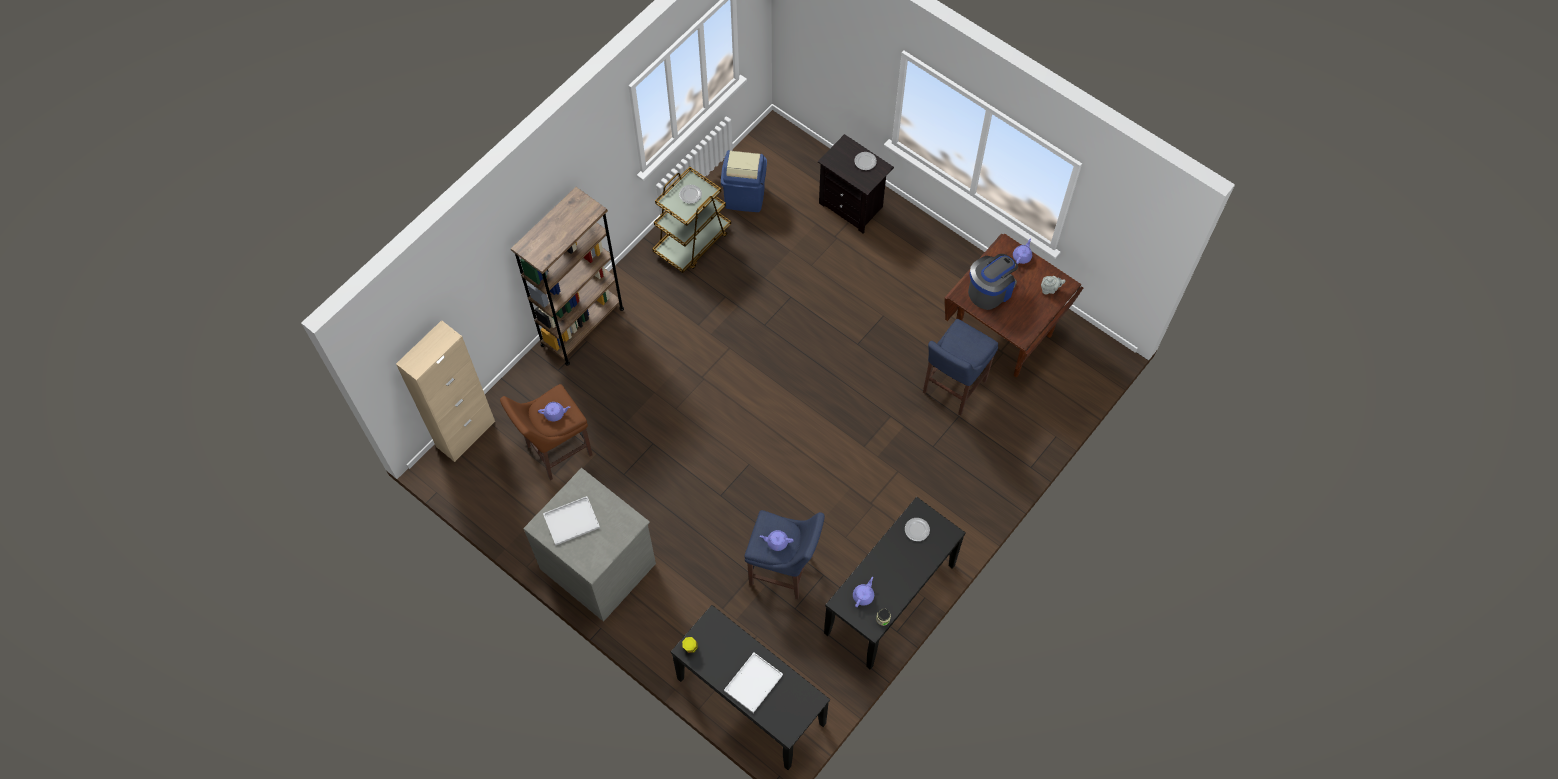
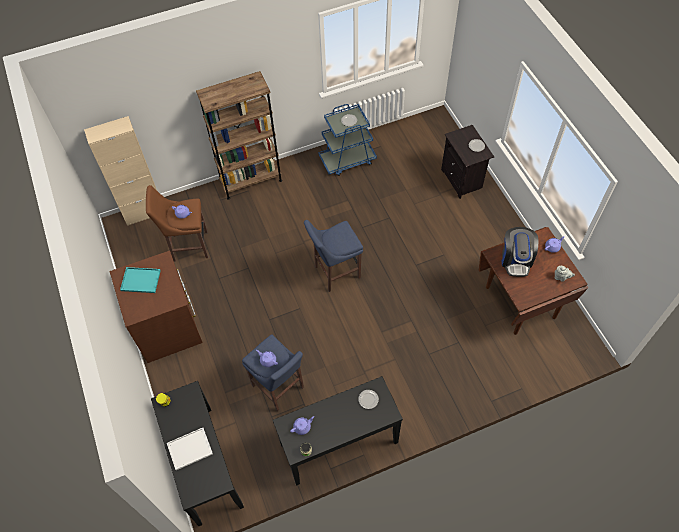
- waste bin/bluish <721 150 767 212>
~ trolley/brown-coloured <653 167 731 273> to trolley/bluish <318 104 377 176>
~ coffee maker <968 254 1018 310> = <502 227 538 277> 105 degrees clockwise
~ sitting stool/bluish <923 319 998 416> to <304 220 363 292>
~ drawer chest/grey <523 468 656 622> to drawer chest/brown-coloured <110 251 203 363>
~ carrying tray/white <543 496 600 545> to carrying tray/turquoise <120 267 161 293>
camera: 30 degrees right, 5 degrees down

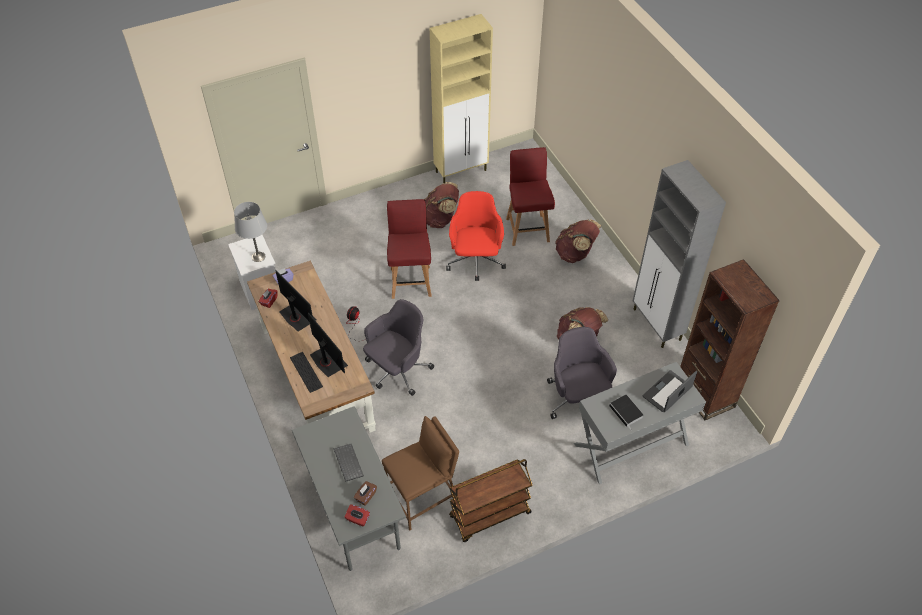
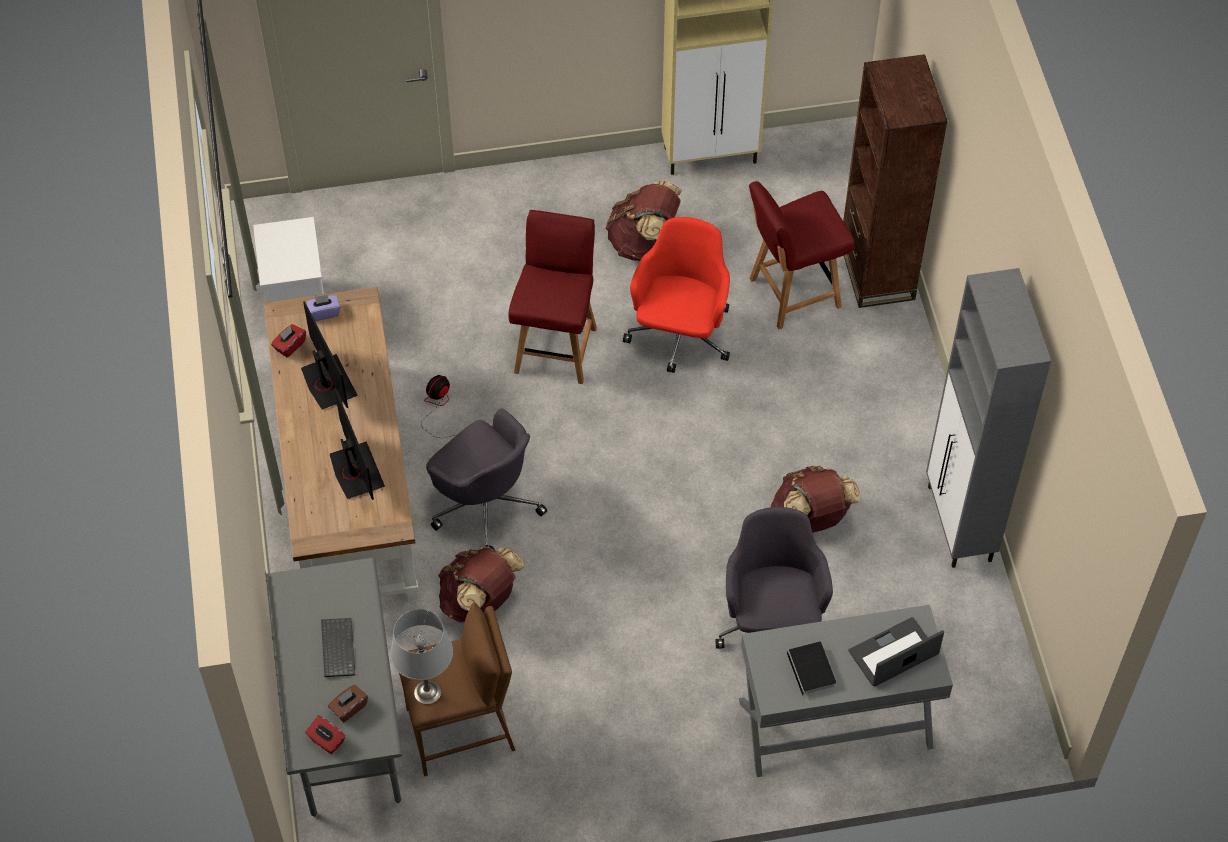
~ chair/red <506 147 555 246> = <749 181 855 329> 120 degrees counterclockwise
~ lamp for a table/grey <234 202 267 262> to <390 609 453 705>
~ rucksack/brown-coloured <555 219 601 263> to <438 547 525 622>
~ bookcase/brown-coloured <680 259 780 420> to <843 54 948 308>
~ computer chair/grey <363 299 434 396> = <426 408 547 551> 75 degrees clockwise
- keyboard <290 352 323 393>
- trolley/brown-coloured <449 459 532 542>
camera: 15 degrees right, 5 degrees up

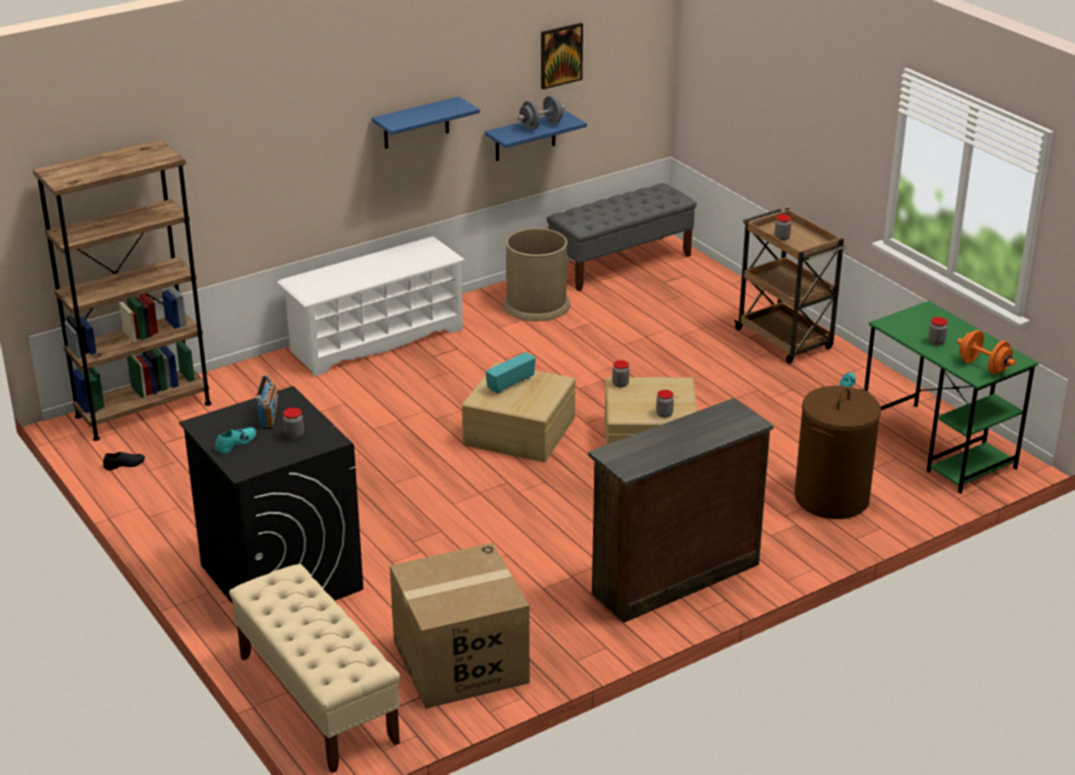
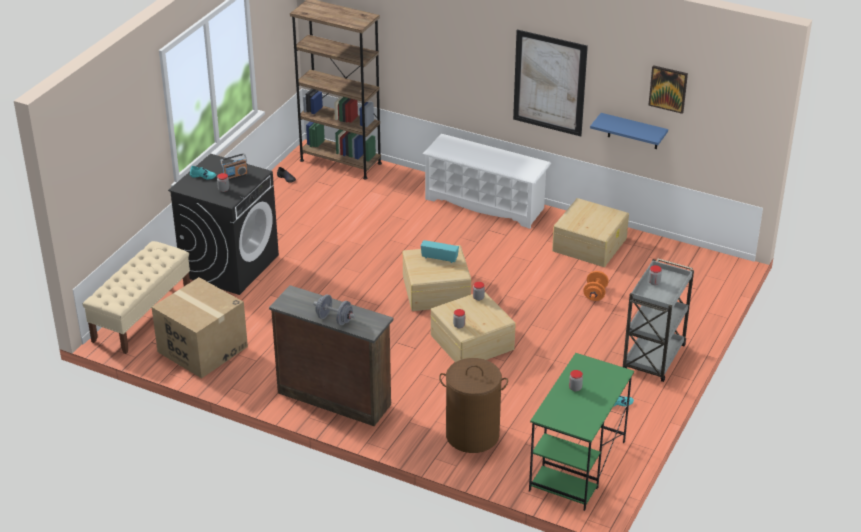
~ dumbbell/grey <517 95 565 130> to <313 295 355 325>
~ wall shelf/bluish <371 96 480 149> to picture <513 30 588 136>
- bench/grey <547 183 697 291>
~ trolley/brown-coloured <734 208 846 363> to trolley/grey <623 258 694 382>
~ waste bin/brown-coloured <503 228 571 321> to storage bin/beige-coloured <552 198 629 267>
~ dumbbell/orange <957 330 1016 374> to <583 271 609 301>
camera: 60 degrees right, 5 degrees up

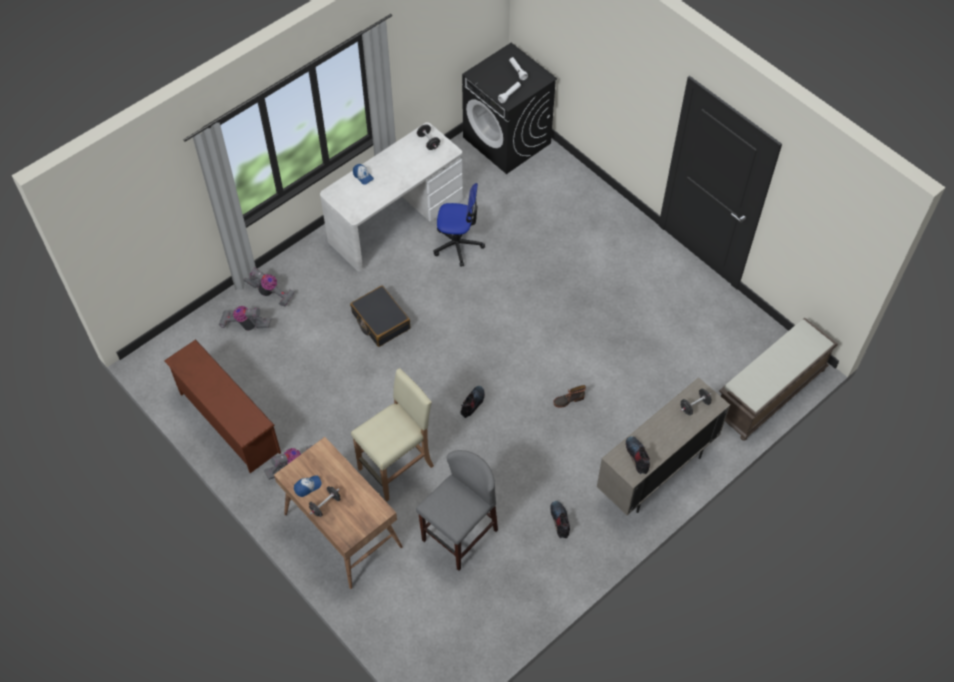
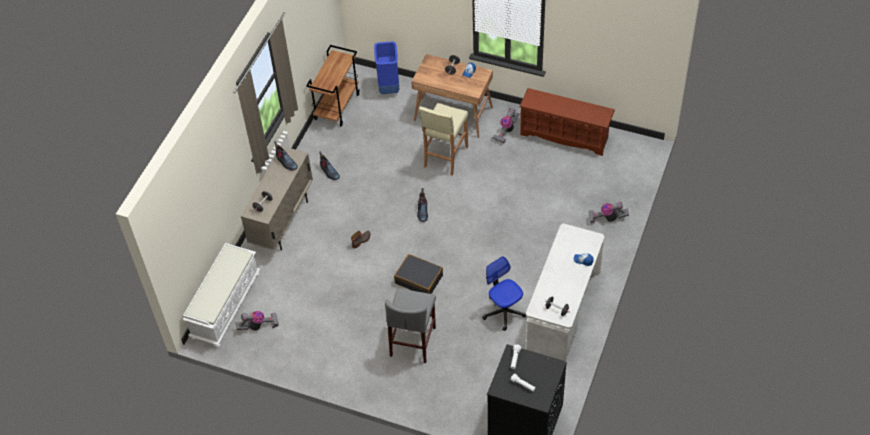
~ computer chair <434 183 485 267> = <482 256 526 331> 75 degrees clockwise
~ suitcase/blackish <350 286 410 347> to <394 254 443 294>
~ hoover <219 306 271 331> to <236 311 279 331>
~ bench/brown-coloured <719 318 838 440> to bench/white <182 243 260 347>
~ sitting stool/grey <416 450 498 571> to <385 288 436 363>
+ waste bin/bluish <374 41 399 94>
+ trolley/brown-coloured <306 45 360 127>
camera: 155 degrees right, 5 degrees down

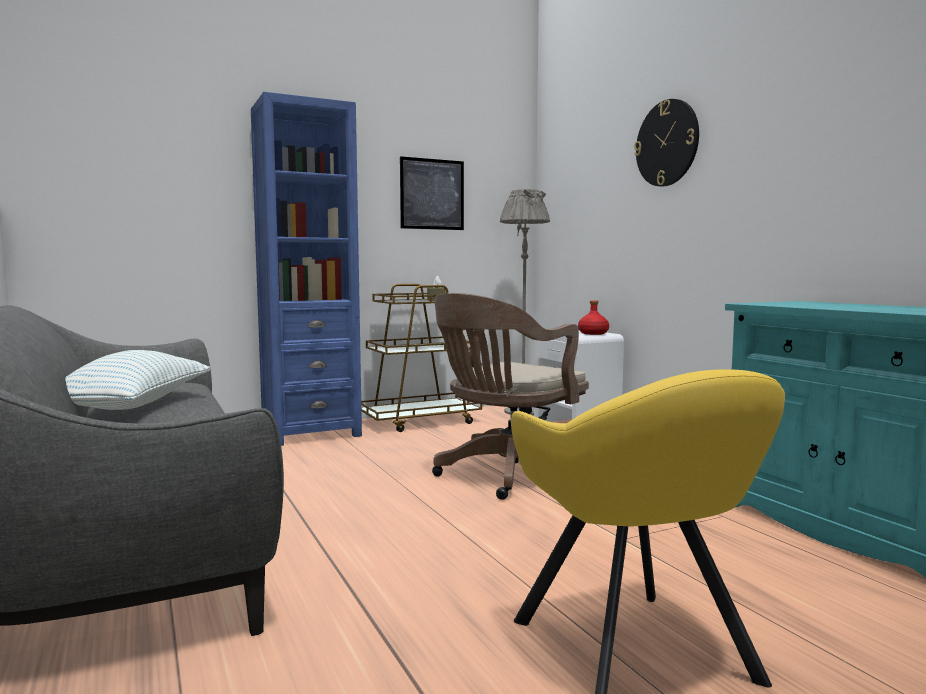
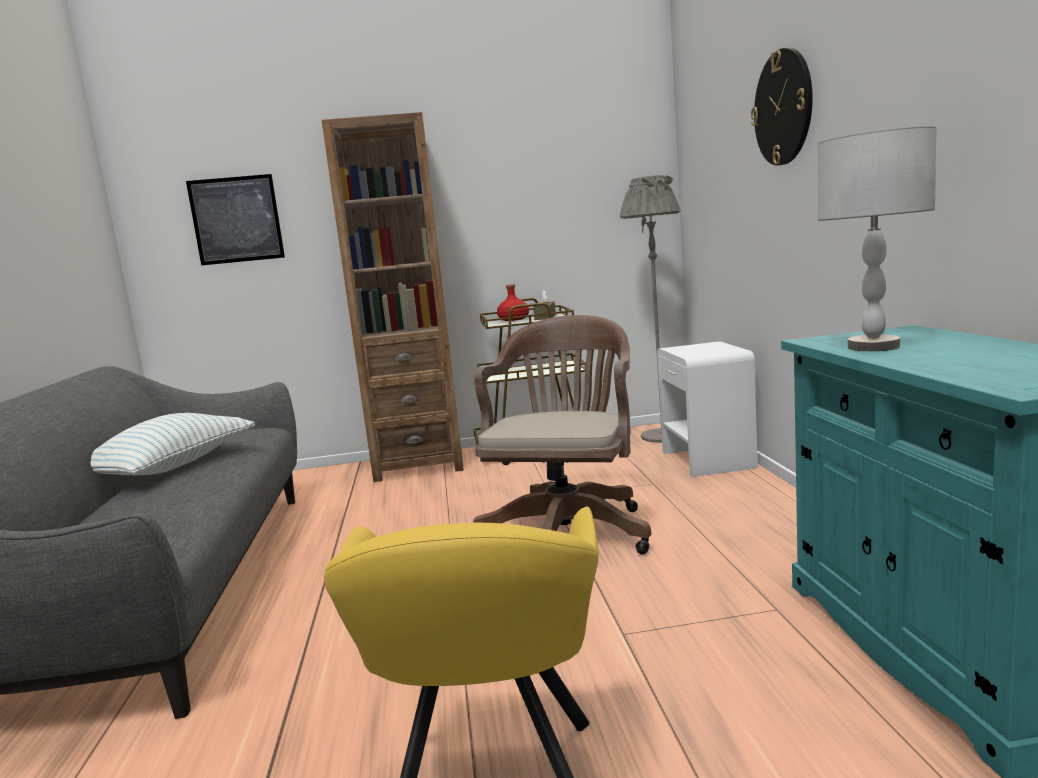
~ bookcase/bluish <251 92 362 446> to bookcase/brown-coloured <321 112 464 482>
~ picture <400 156 464 230> to <186 174 285 265>
~ computer chair/brown-coloured <432 293 589 500> = <473 315 651 554> 135 degrees clockwise
~ beverage bottle/red <578 300 609 335> to <497 284 529 321>
+ lamp for a table/grey <817 126 937 351>
camera: 20 degrees right, 5 degrees up

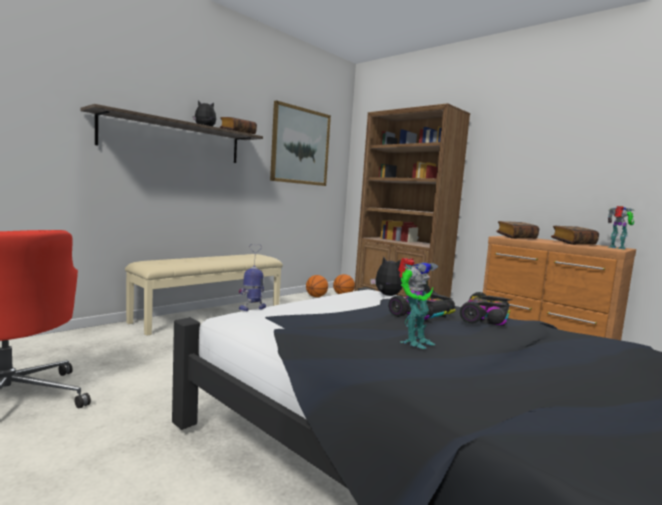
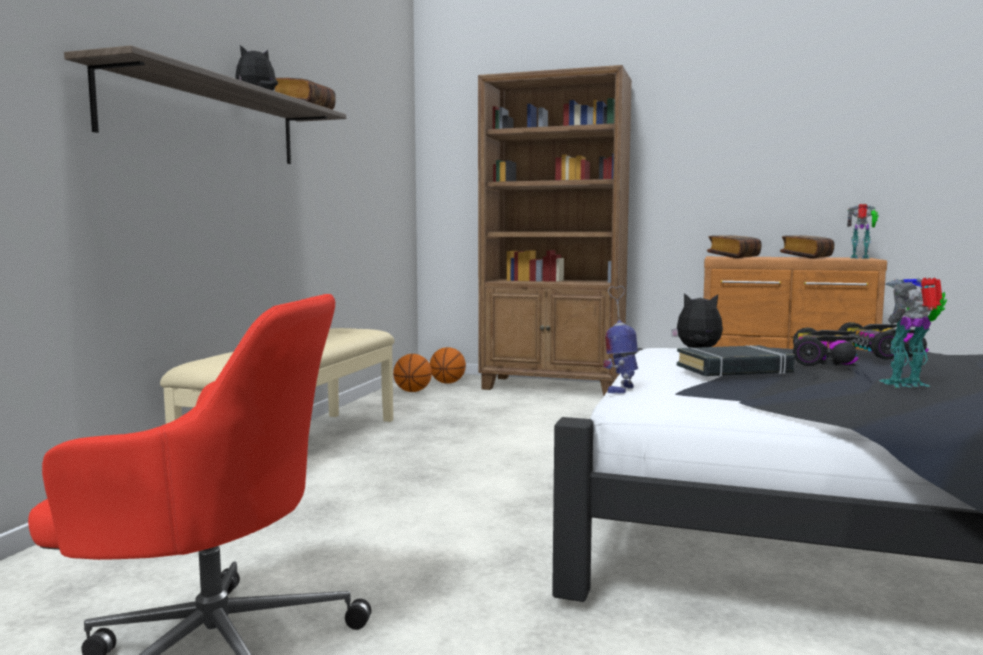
- picture <270 100 331 186>
~ robot figure <398 258 439 349> = <879 278 947 388> 120 degrees counterclockwise
+ bound book/blackish <677 345 795 377>
camera: 25 degrees left, 0 degrees up

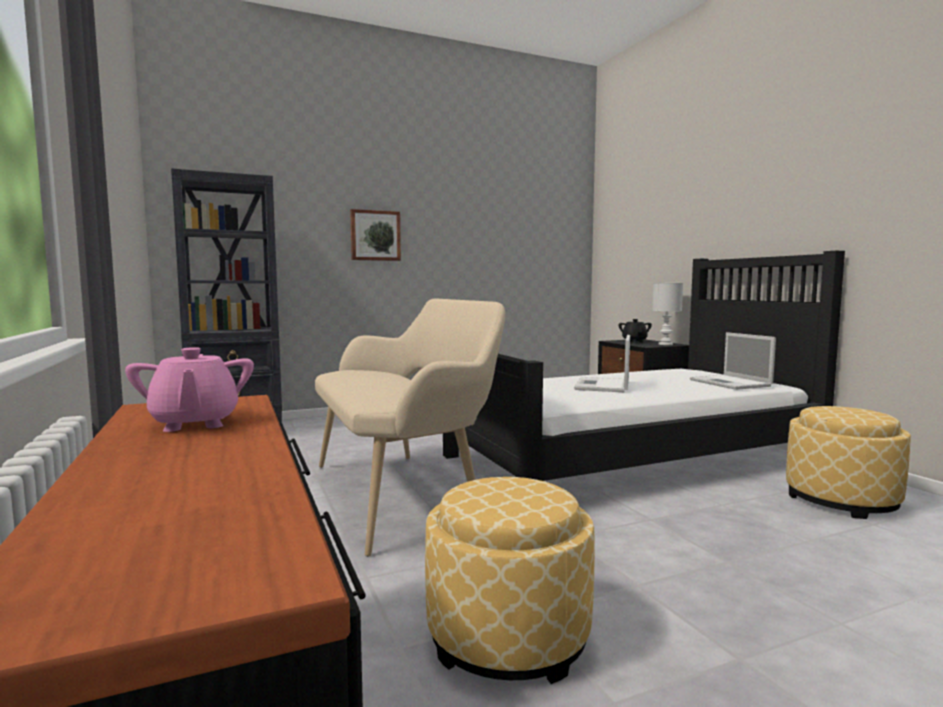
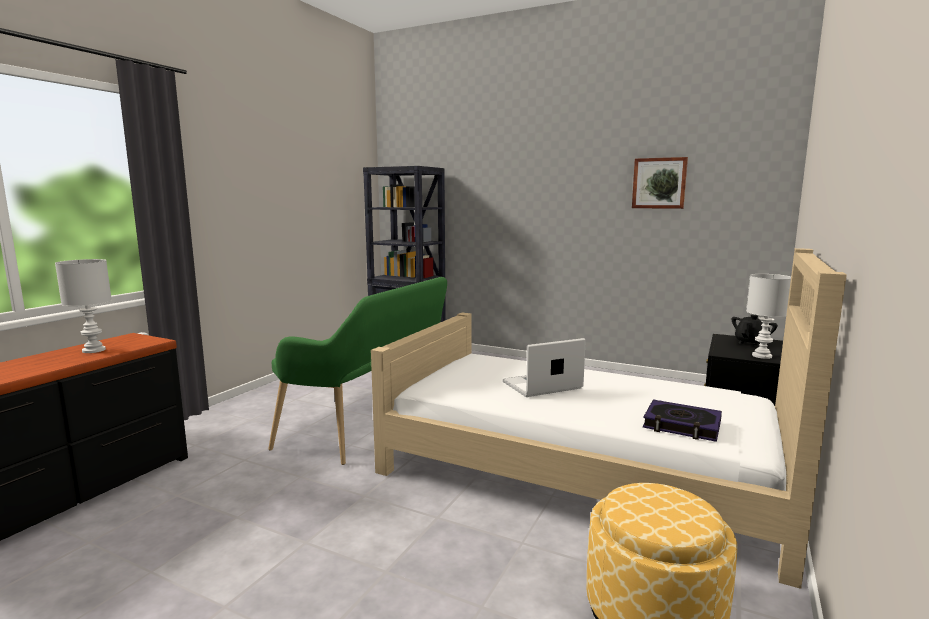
~ picture <350 209 401 261> to <632 157 688 209>
~ bedroom bed/blackish <443 251 845 481> to bedroom bed/beige-coloured <371 248 847 589>
~ bench/beige-coloured <315 298 505 556> to bench/green-coloured <268 277 447 465>
~ portable computer <690 332 776 390> to bound book <643 400 722 442>
~ teapot/pink-coloured <125 347 254 432> to lamp for a table/white <55 259 112 353>
- pouffe <425 477 595 684>
camera: 50 degrees right, 5 degrees up

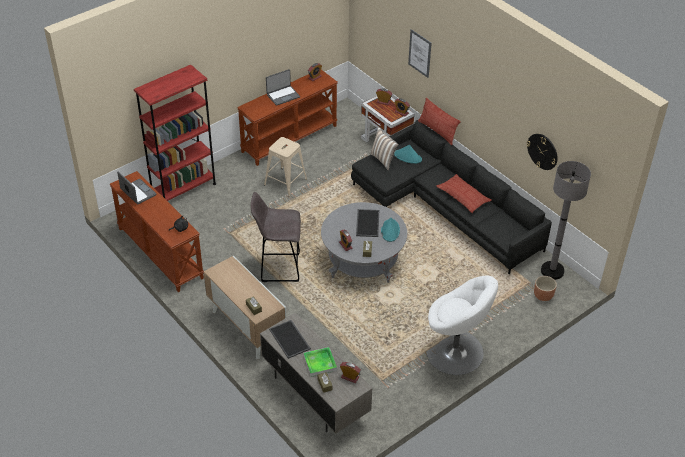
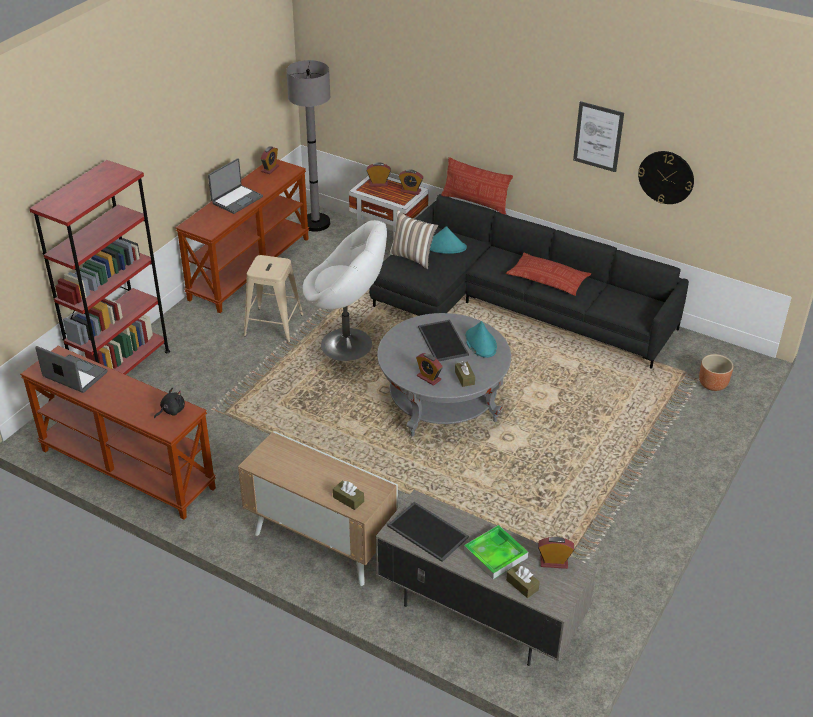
~ picture <408 29 432 78> to <573 101 624 172>
~ standard lamp/grey <541 161 591 280> to <286 60 331 232>
- sitting stool/grey <251 192 301 282>
~ lounge chair/white <427 275 498 375> to <303 220 387 361>
camera: 20 degrees left, 5 degrees down

